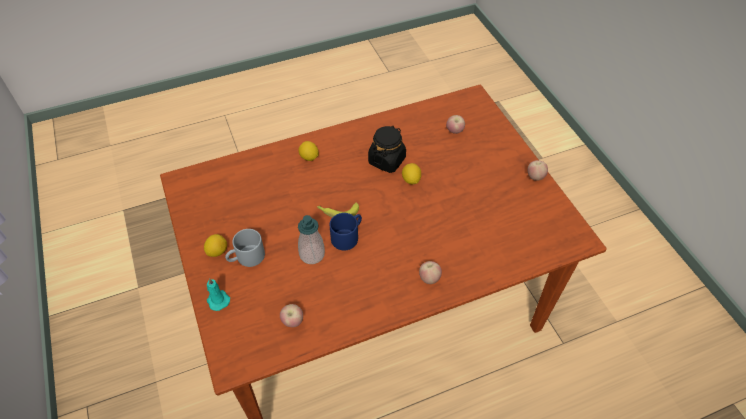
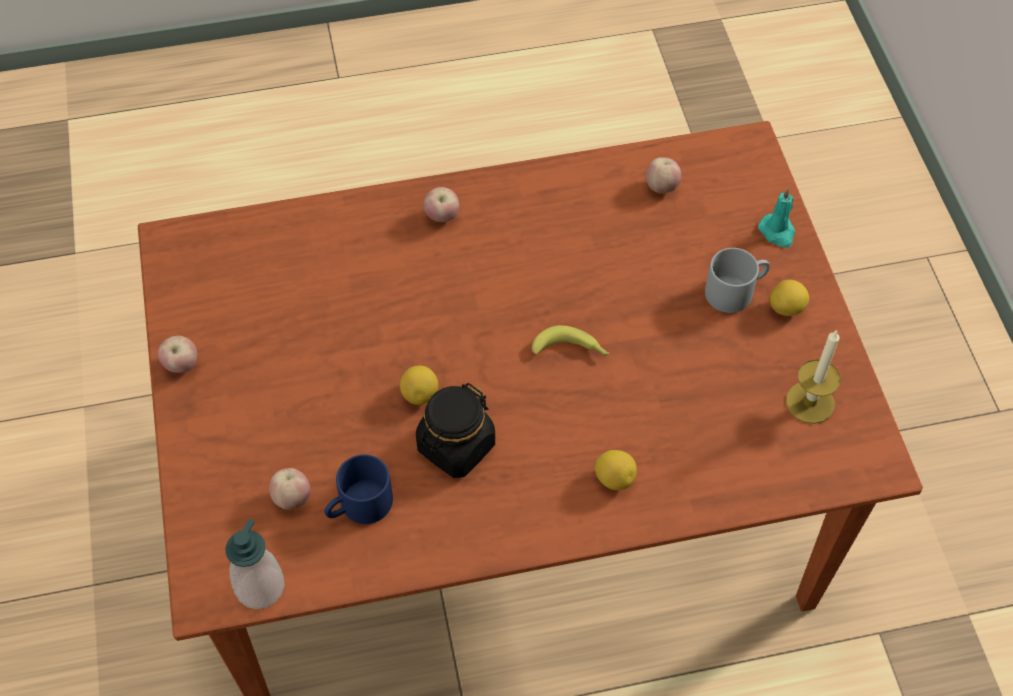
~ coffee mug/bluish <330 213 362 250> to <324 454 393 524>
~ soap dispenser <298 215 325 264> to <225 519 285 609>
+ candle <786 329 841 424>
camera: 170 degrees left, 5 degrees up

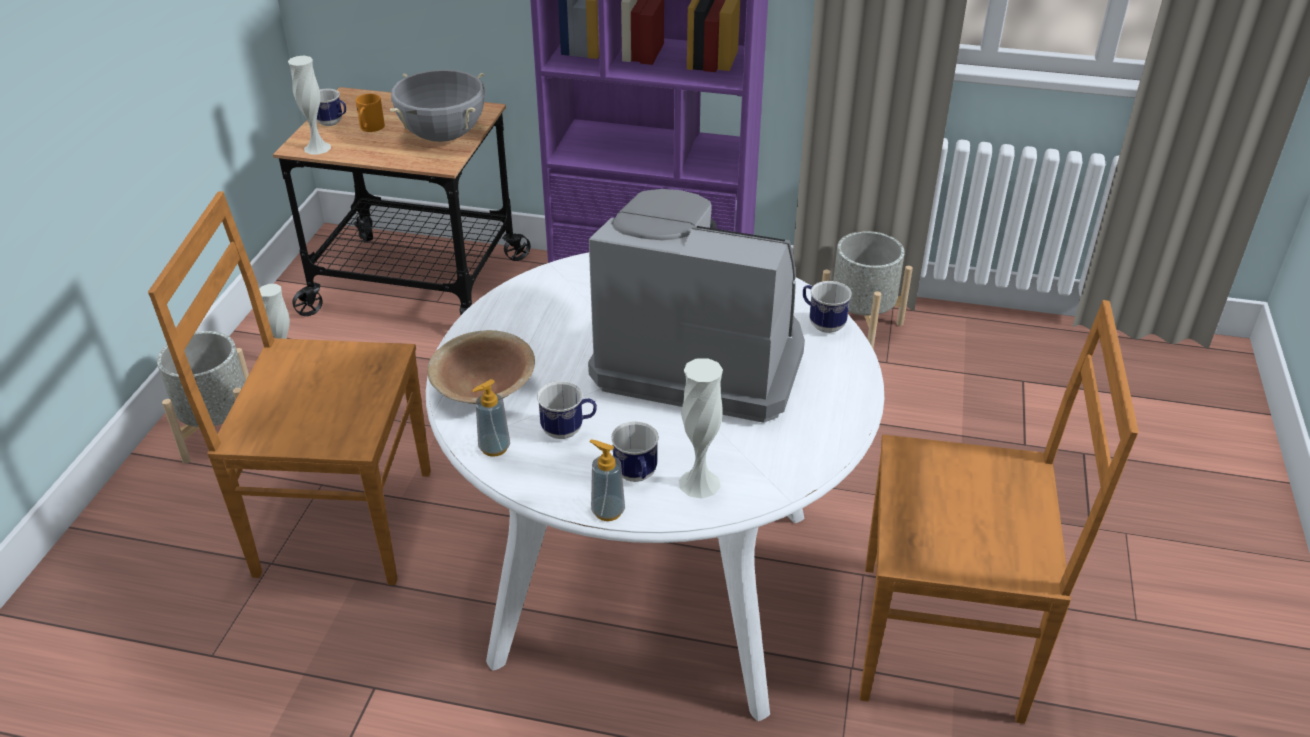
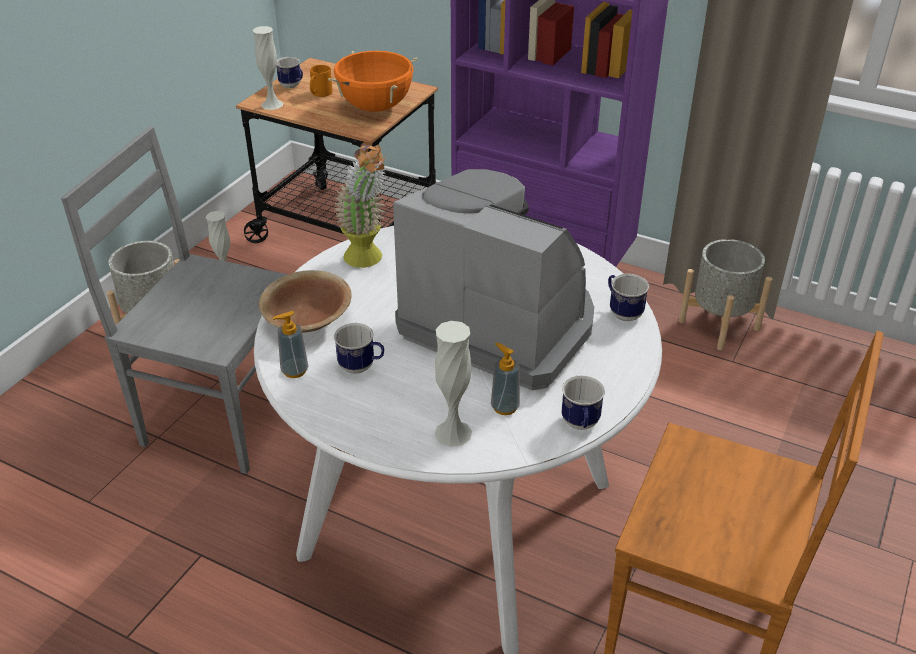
~ cooking pot/grey <389 69 485 142> to cooking pot/orange <328 51 417 112>
~ chair/brown-coloured <148 191 431 585> to chair/grey <61 126 288 474>
~ coffee mug <611 421 659 482> to <562 375 605 430>
~ soap dispenser <589 440 625 521> to <491 342 520 415>
+ houseplant <334 142 386 268>
camera: 15 degrees right, 0 degrees up

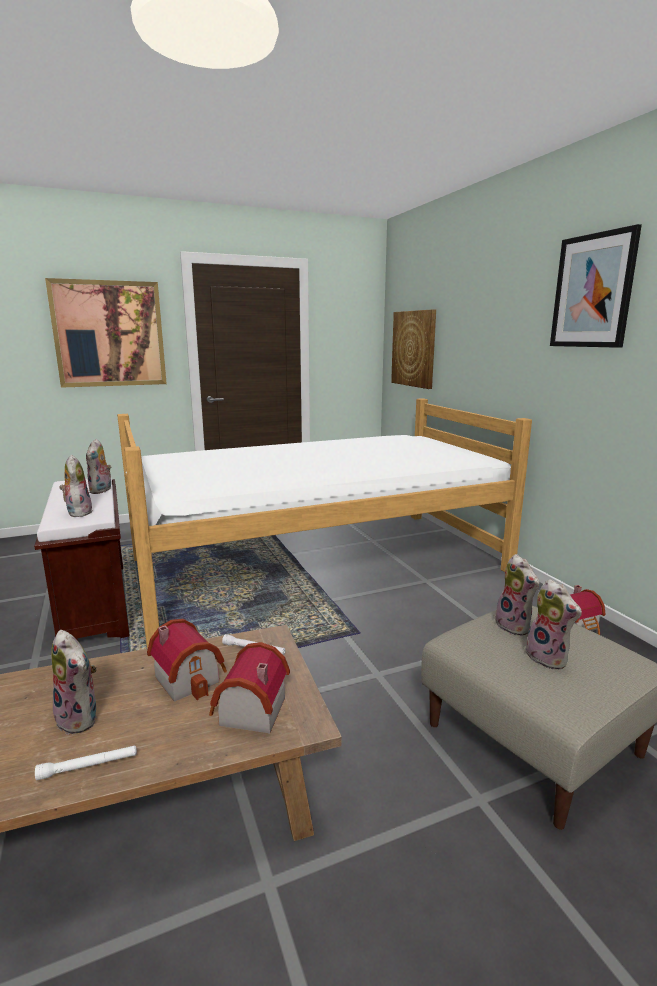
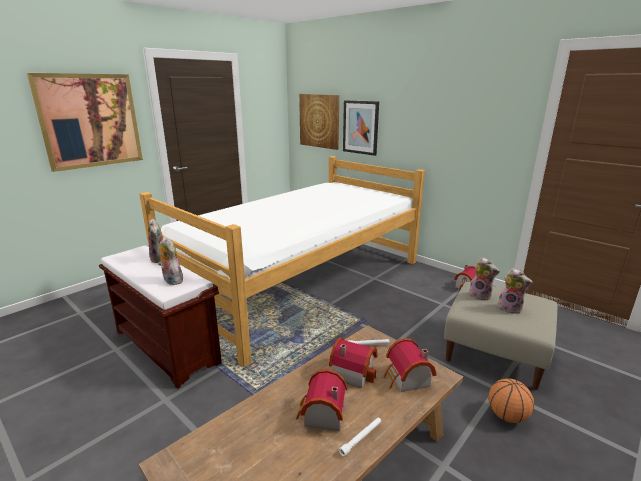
~ picture <550 224 642 348> to <343 100 379 156>
~ plush toy <51 630 97 735> to toy house <296 369 347 431>
+ basketball ball <488 378 534 423>
camera: 25 degrees left, 5 degrees up

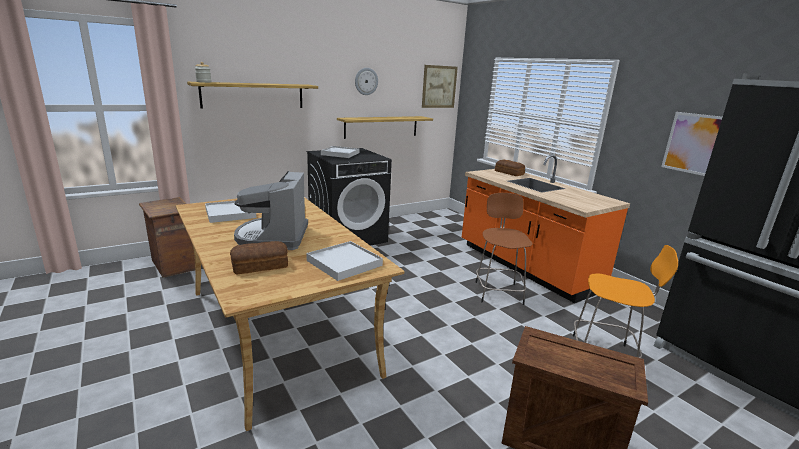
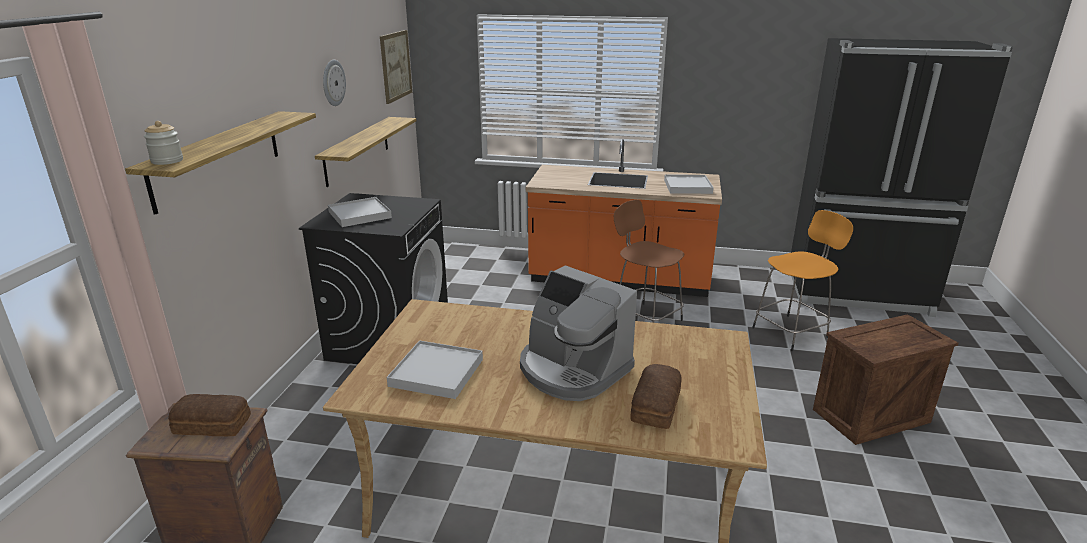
- picture <661 112 722 176>
~ bakery bread <495 160 525 176> to <168 394 251 436>
~ carrying tray/white <306 241 383 281> to <664 174 714 194>
camera: 45 degrees left, 5 degrees up

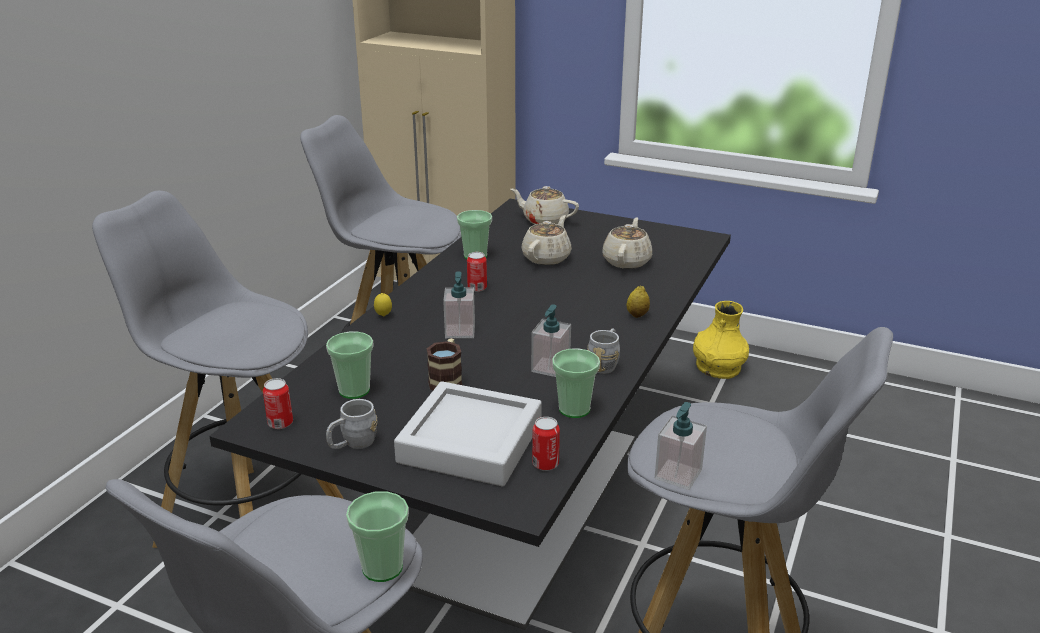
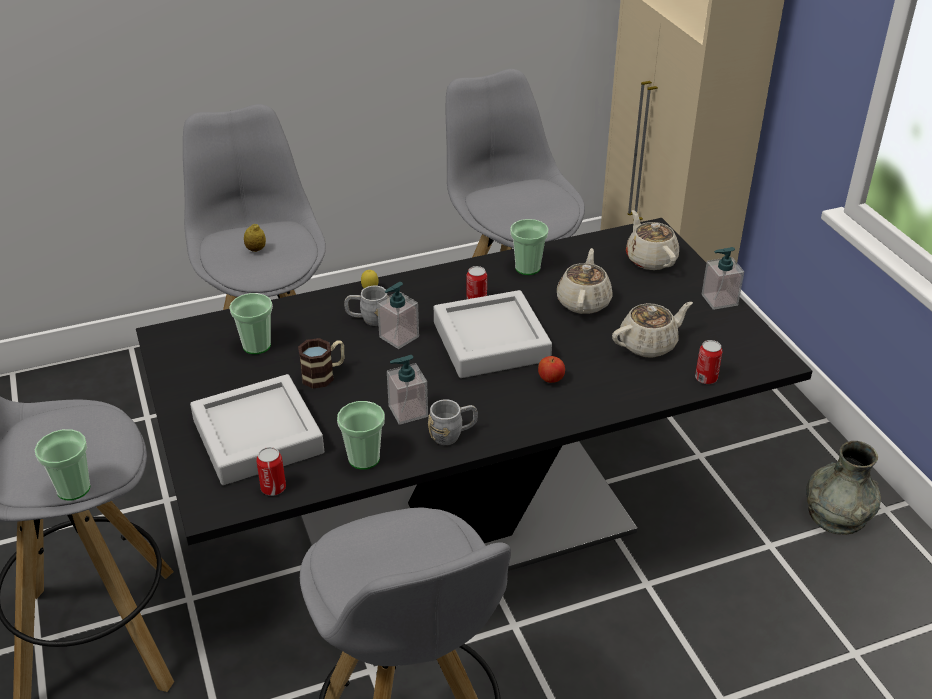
~ teapot/beige-coloured <521 215 572 265> = <557 248 613 314> 60 degrees counterclockwise
~ whole lemon <627 286 650 318> to <244 224 266 252>
~ vase/yellowish <693 301 749 379> to vase/grey <806 441 881 535>
~ metal can <263 378 293 429> to <695 340 723 384>
~ coffee mug/grey <326 399 378 449> to <344 286 388 326>
~ soap dispenser <655 402 707 490> to <702 247 744 310>
+ carrying tray/grey <434 290 552 378>
+ apple <538 356 565 383>
camera: 45 degrees right, 10 degrees up

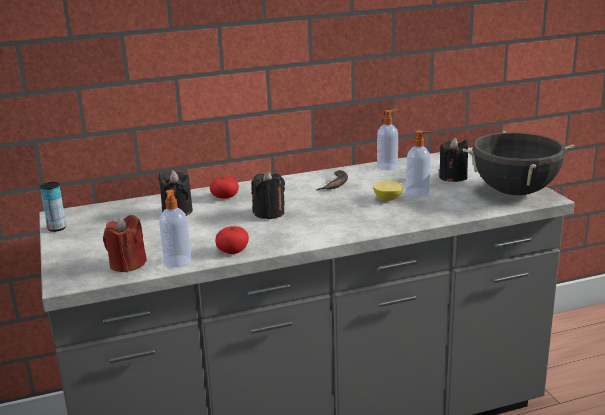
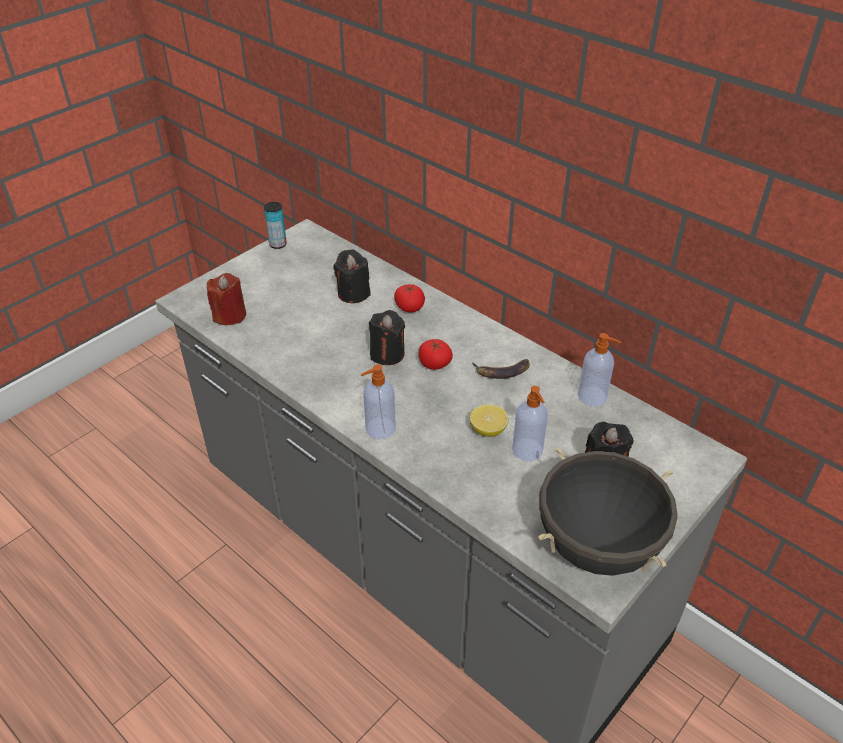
~ soap dispenser <159 190 191 268> to <361 364 396 439>
~ tomato <215 226 249 254> to <419 339 453 370>
camera: 60 degrees right, 20 degrees up

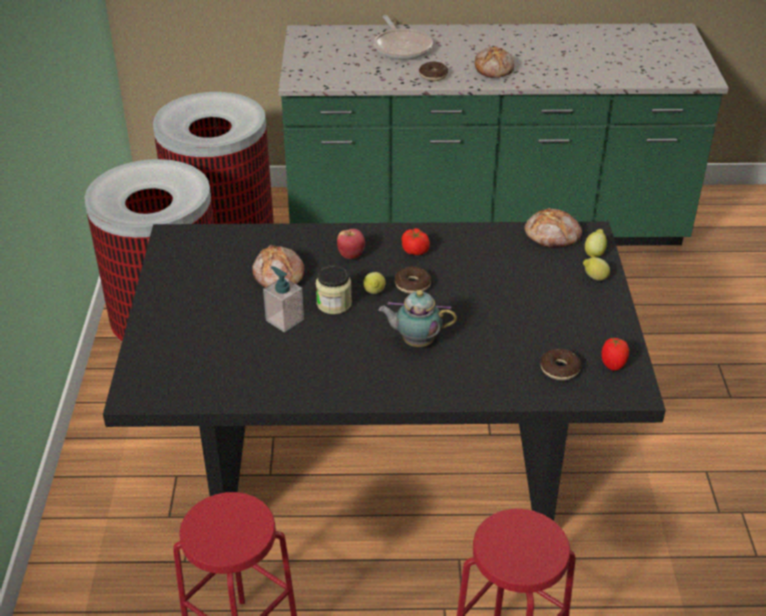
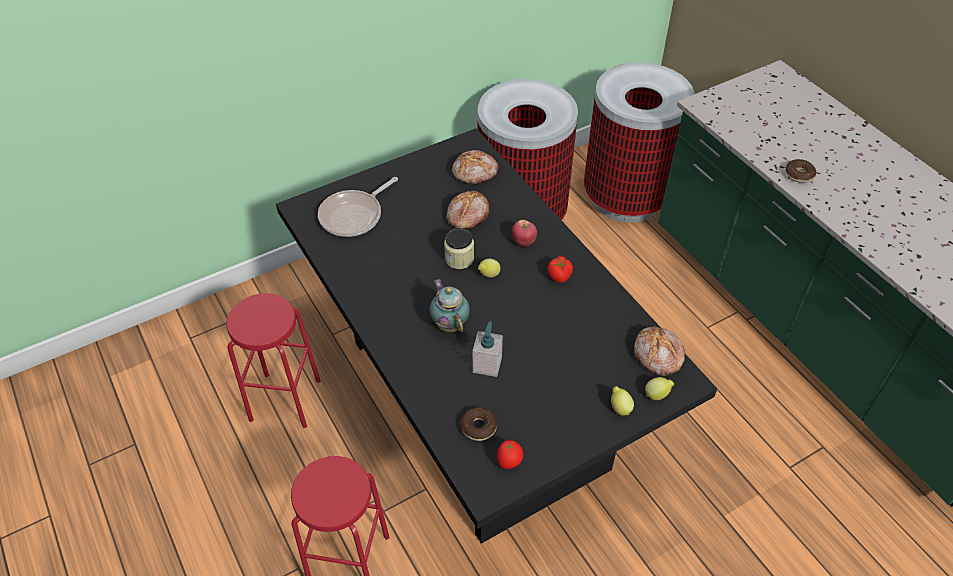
~ pan <374 15 433 60> to <318 177 398 237>
~ bakery bread <475 46 514 78> to <452 150 498 185>
~ soap dispenser <263 266 304 332> to <473 321 503 377>
- ring doughnut <395 266 431 294>
camera: 60 degrees right, 10 degrees up

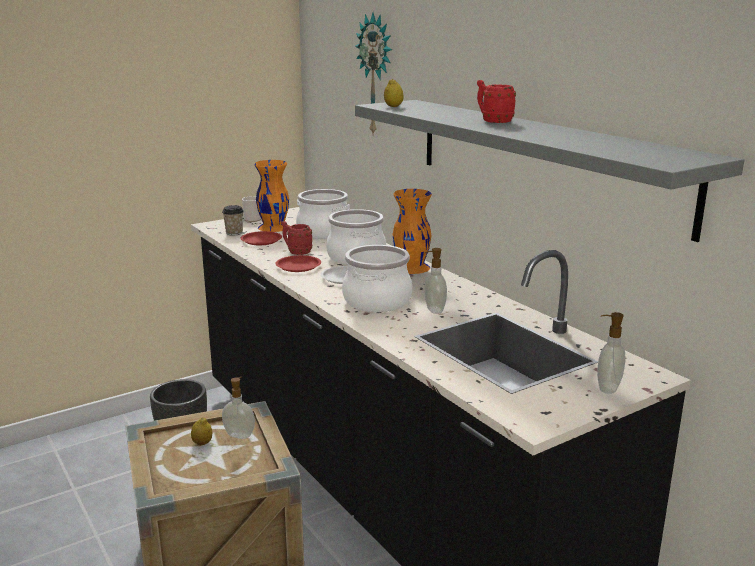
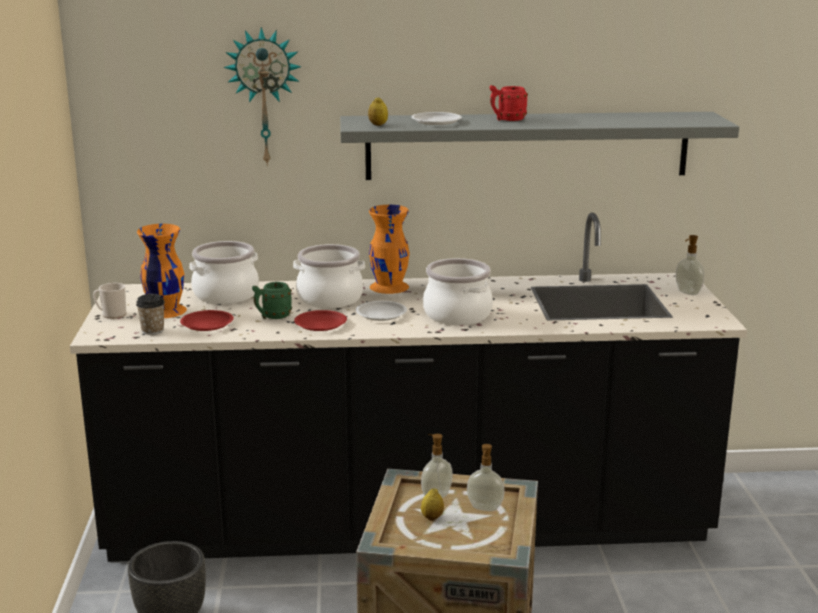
~ coffee mug/red <281 221 312 255> to coffee mug/green-coloured <252 282 292 319>
~ soap dispenser <424 248 447 314> to <467 444 505 511>
+ flat dish/white <411 112 462 125>
camera: 60 degrees left, 0 degrees up

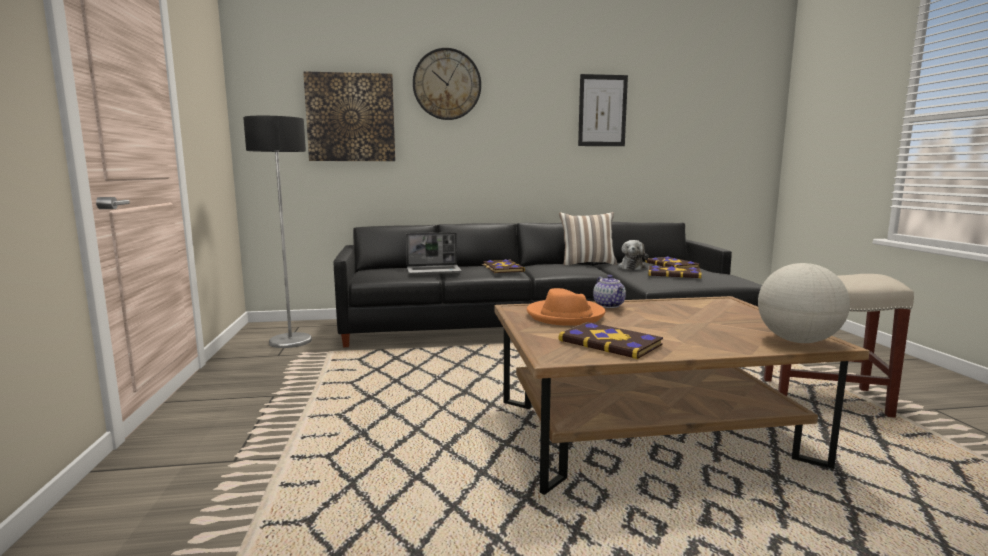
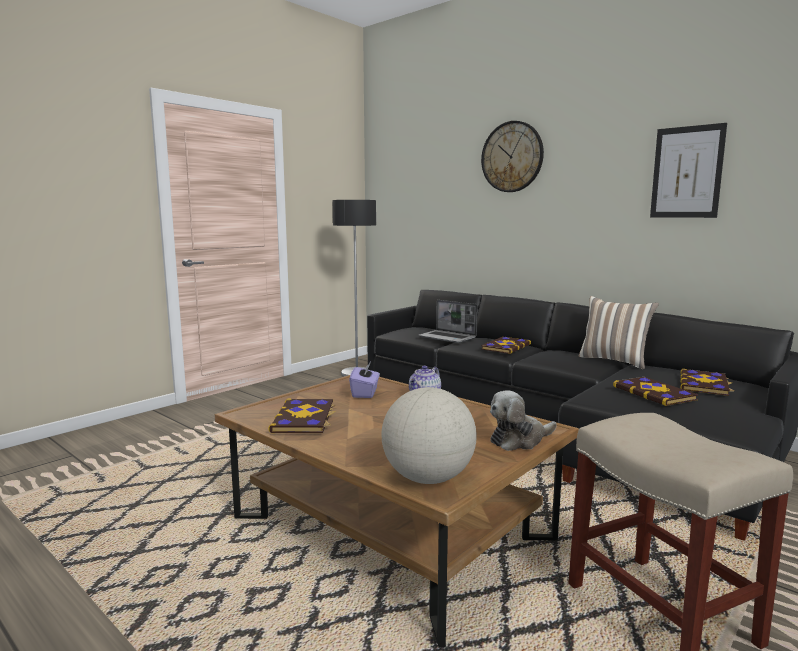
- picture <303 71 395 161>
~ plush toy <618 240 648 270> to <490 390 557 451>
~ hat/orange <527 288 605 326> to tissue holder/purple-coloured <349 362 380 398>
camera: 50 degrees right, 0 degrees up

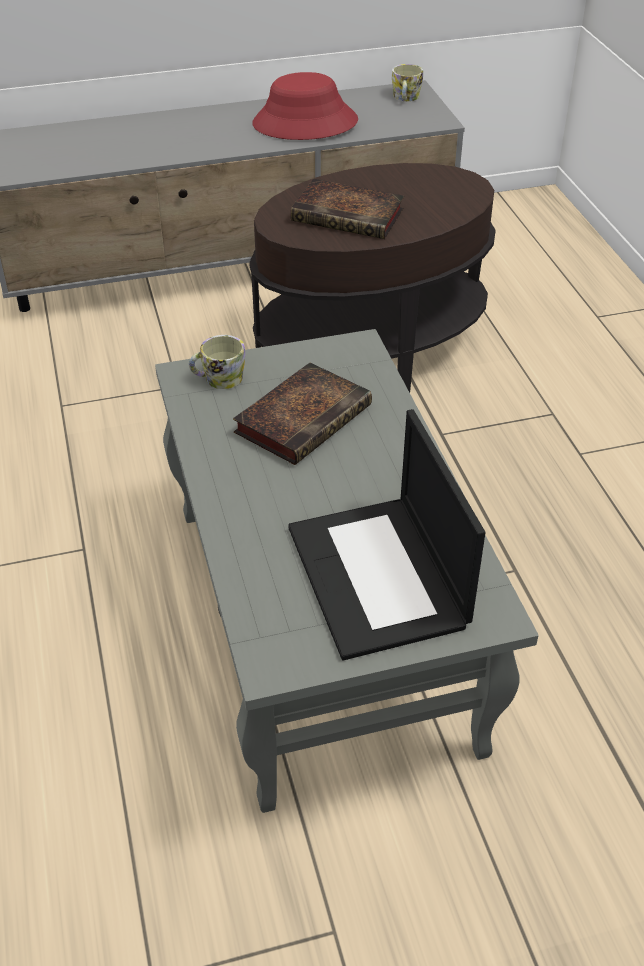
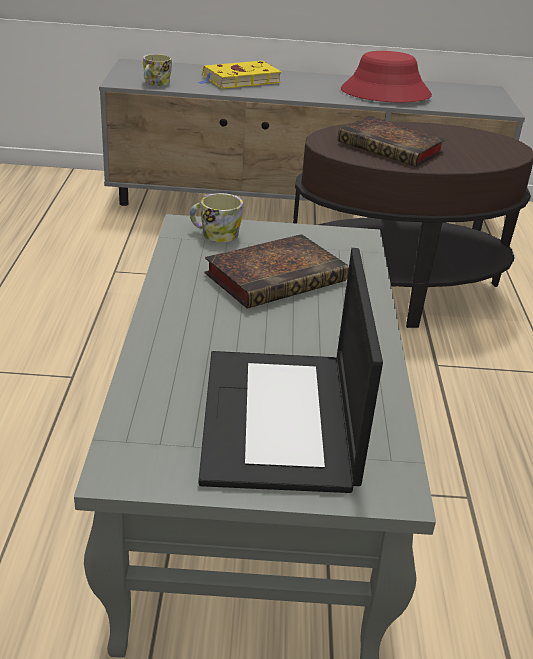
~ coffee mug <392 64 423 101> to <143 54 172 86>
+ bound book/yellowish <198 61 282 89>
camera: 15 degrees right, 10 degrees down

